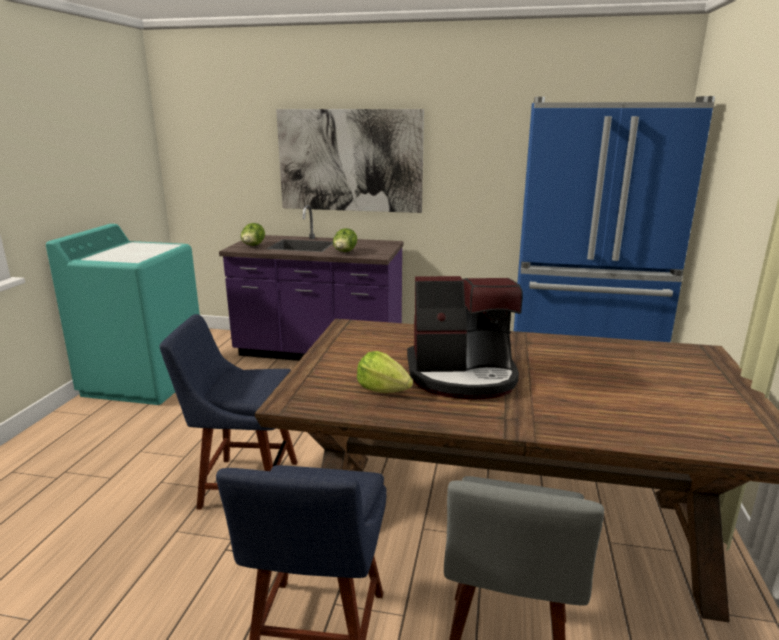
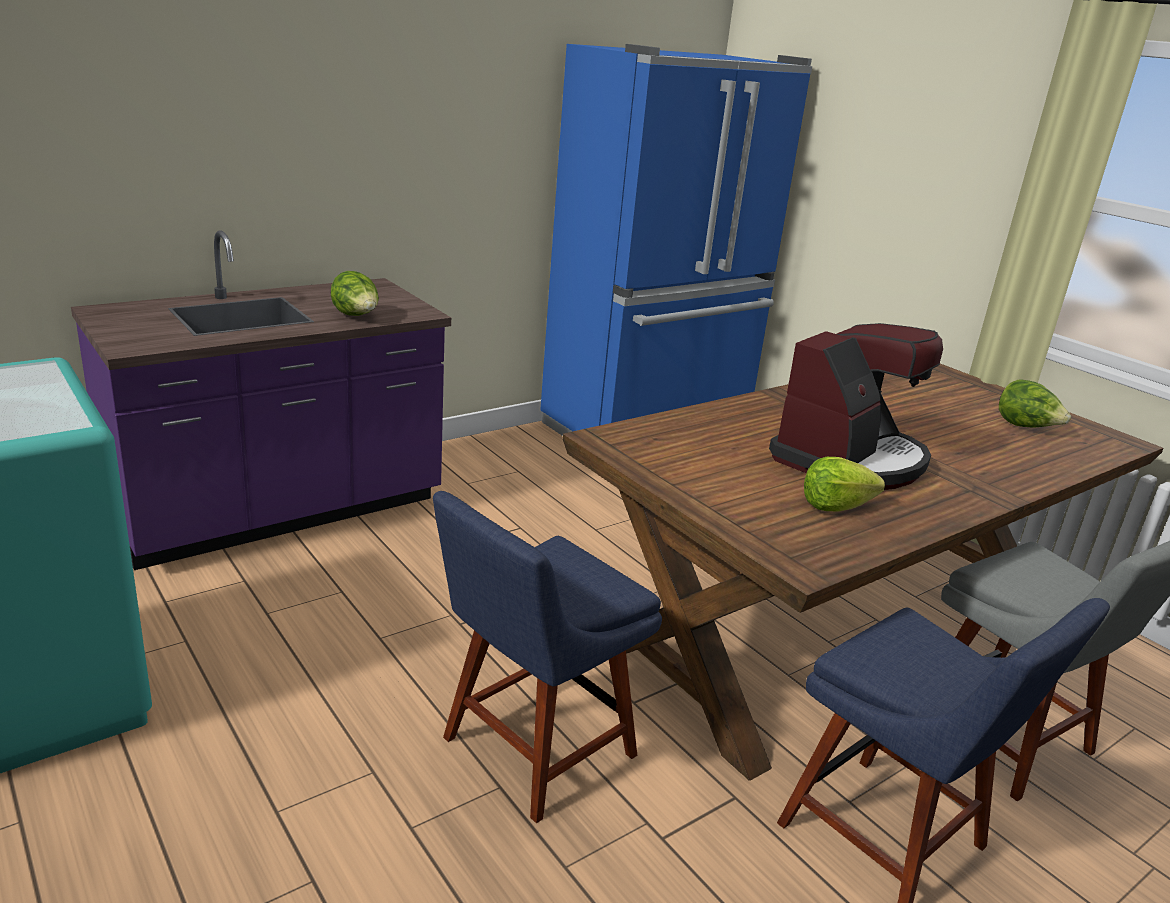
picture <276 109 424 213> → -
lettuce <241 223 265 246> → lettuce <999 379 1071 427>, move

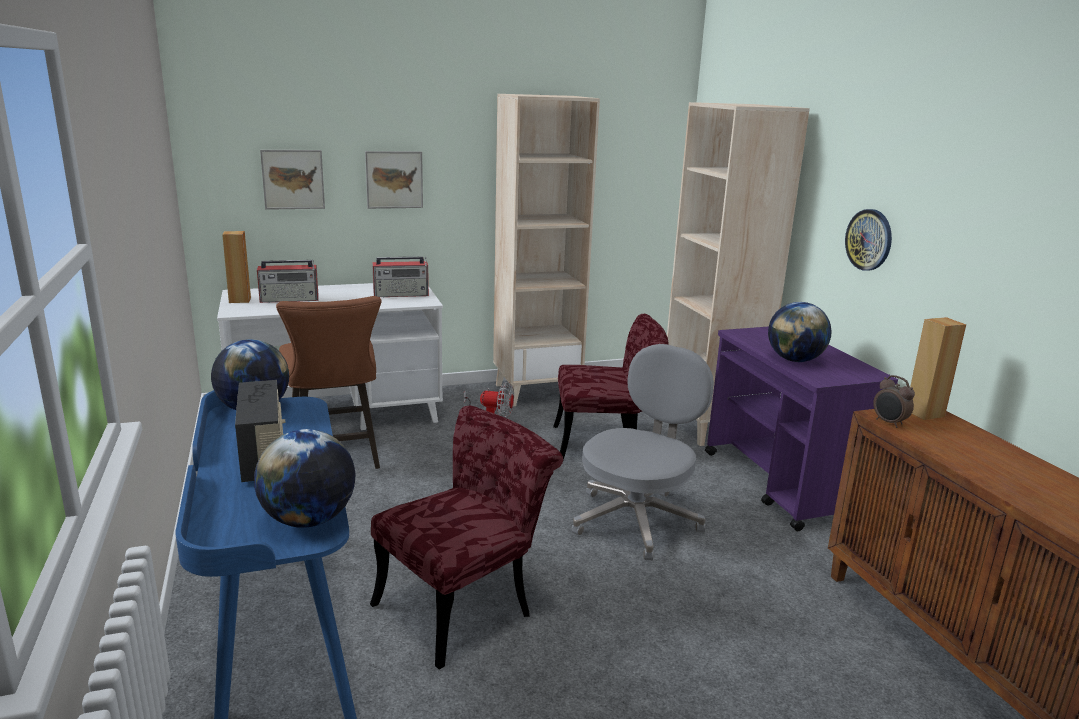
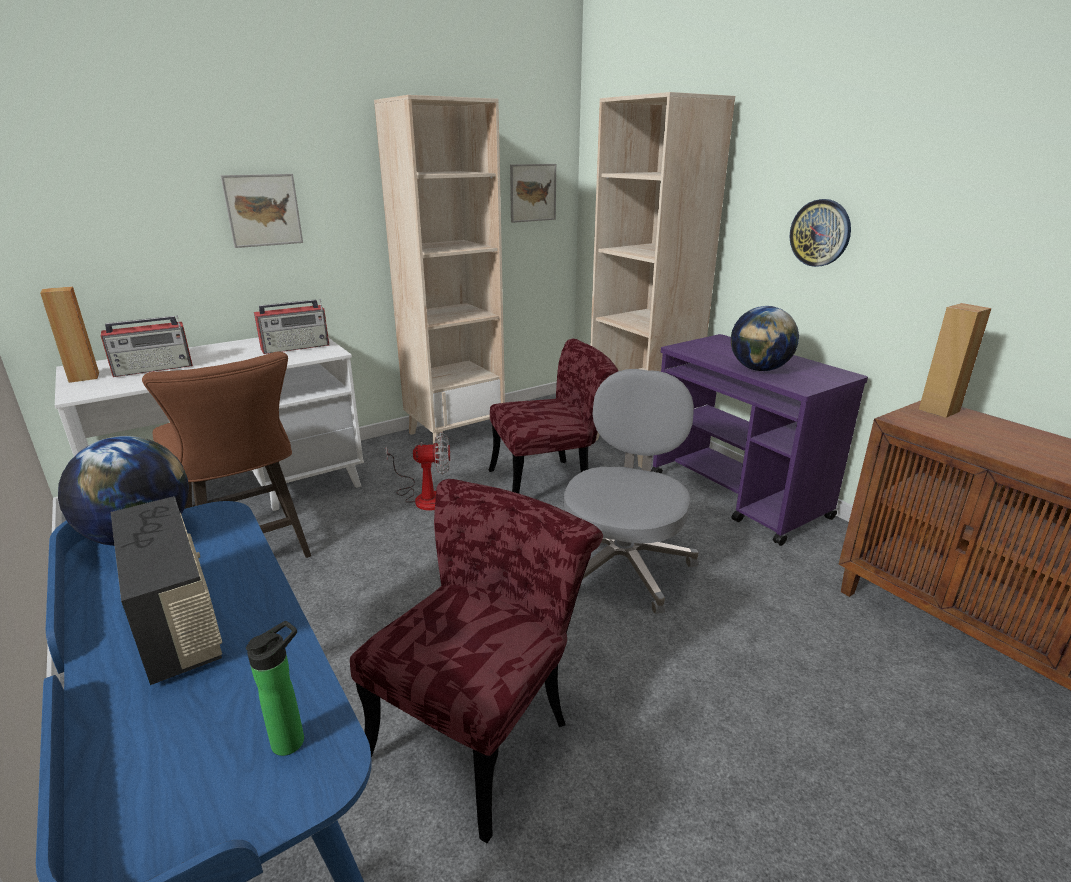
alarm clock <873 375 915 428> → -
picture <260 150 325 210> → picture <510 164 556 223>, move
globe <254 429 355 528> → bottle <246 621 304 756>

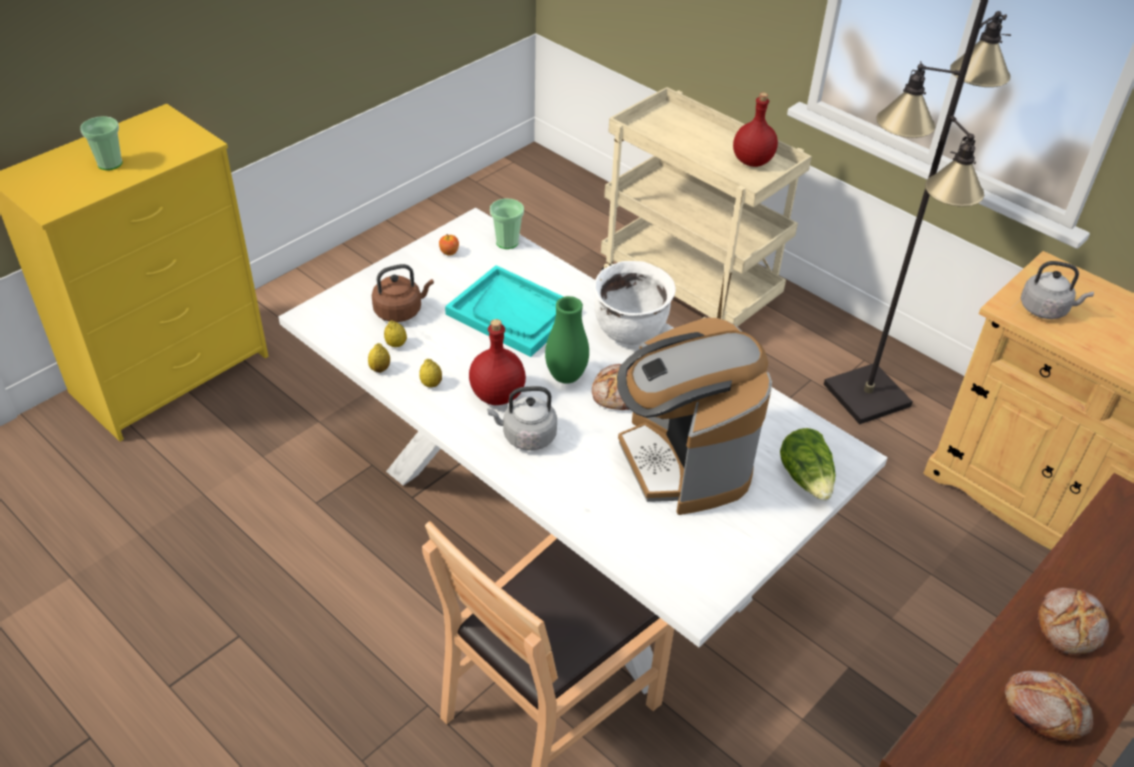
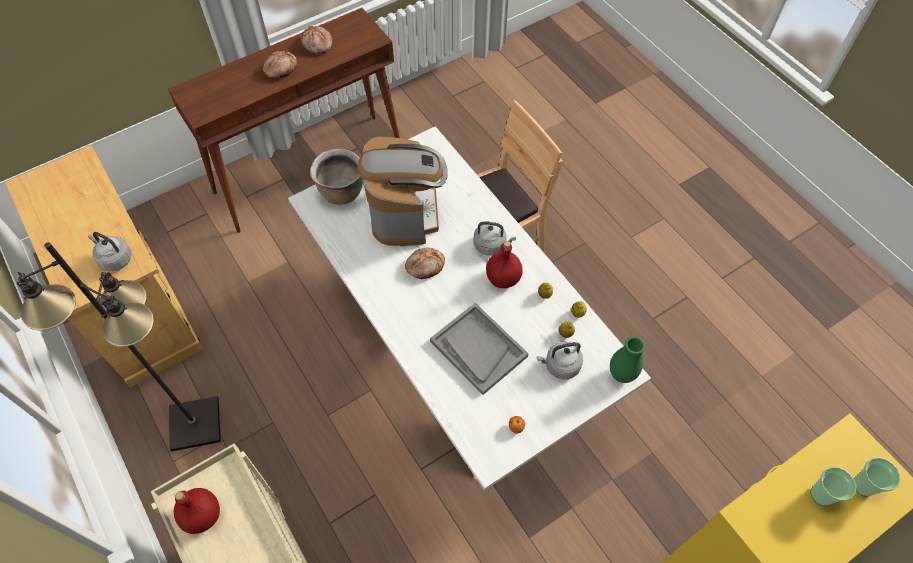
white cooking pot <594 261 676 345> → -
cup <490 199 524 249> → cup <854 457 900 497>, move
green vase <545 296 589 383> → green vase <610 337 645 383>, move
lettuce <780 428 835 501> → brown cooking pot <310 149 363 205>
brown kettle <372 264 434 322> → grey kettle <537 342 583 379>
turquoise tray <445 265 563 357> → grey tray <430 303 529 395>

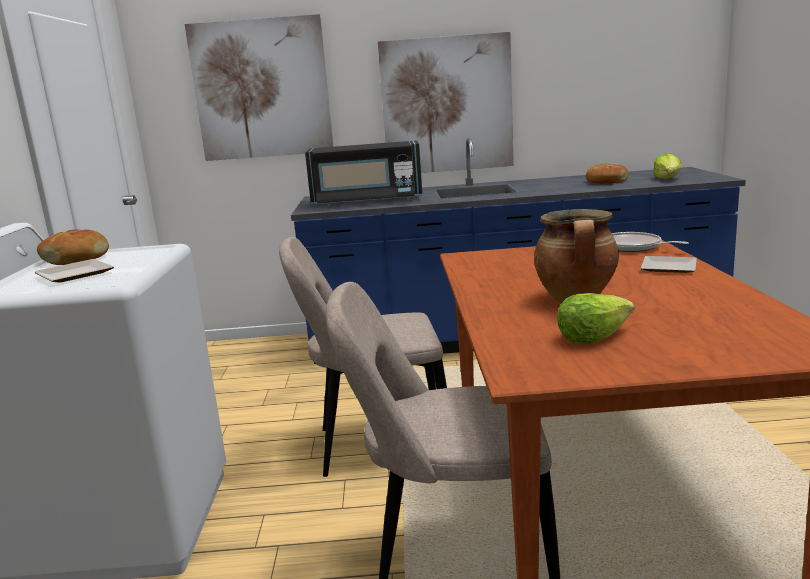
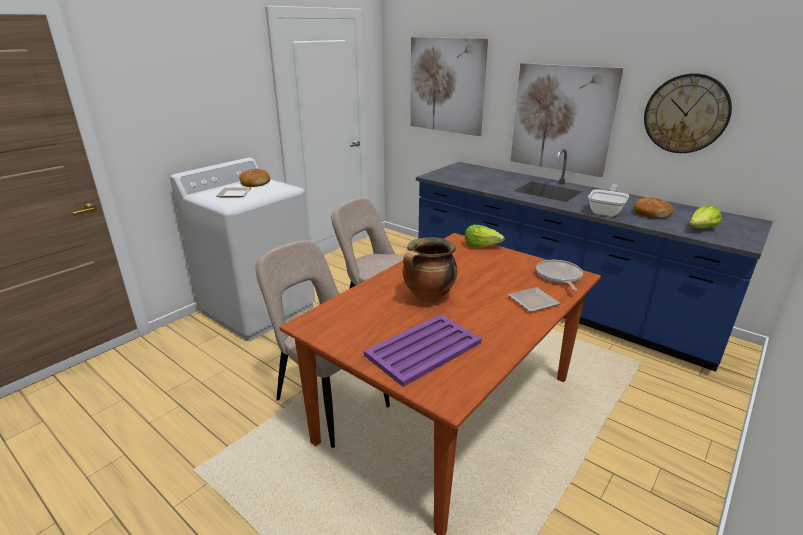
black microwave <305 141 423 207> → -
- → purple tray <364 315 482 387>
- → frying pan <588 184 629 216>
- → wall clock <644 73 732 153>
lettuce <557 293 635 344> → lettuce <465 224 504 247>, move

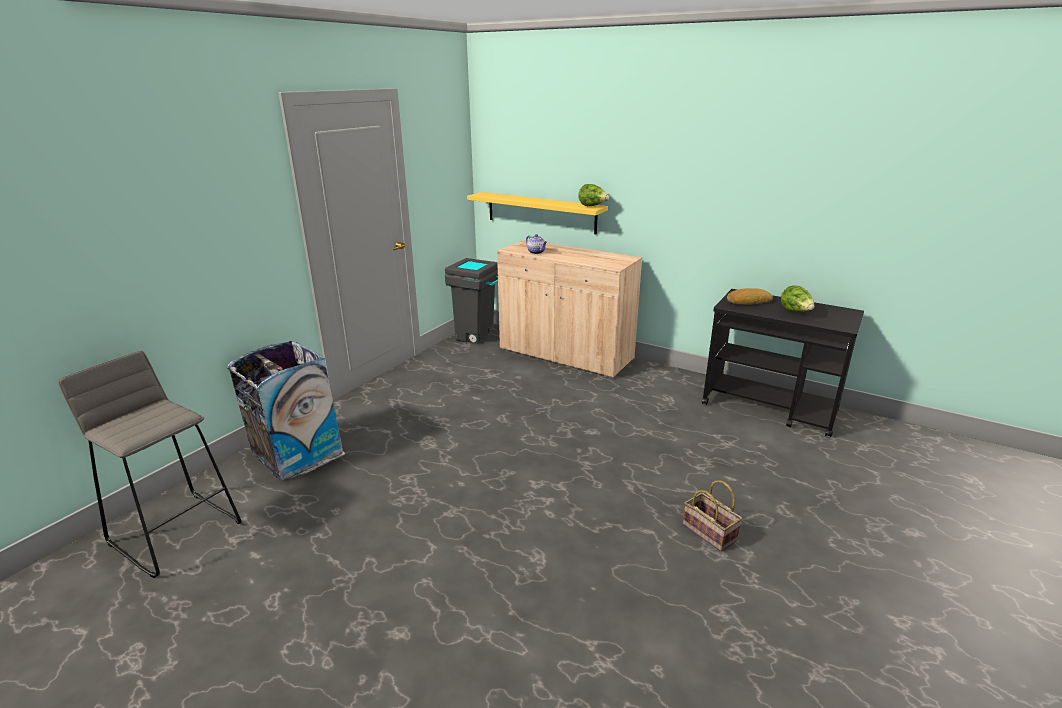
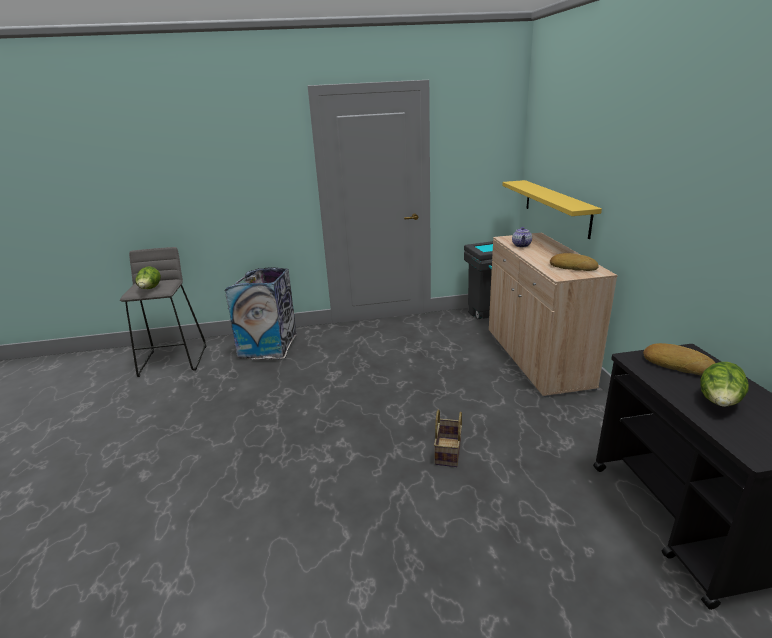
- → bread <550 253 599 271>
lettuce <578 184 609 206> → lettuce <135 267 161 289>, move
basket <683 480 742 552> → basket <434 410 462 467>, move

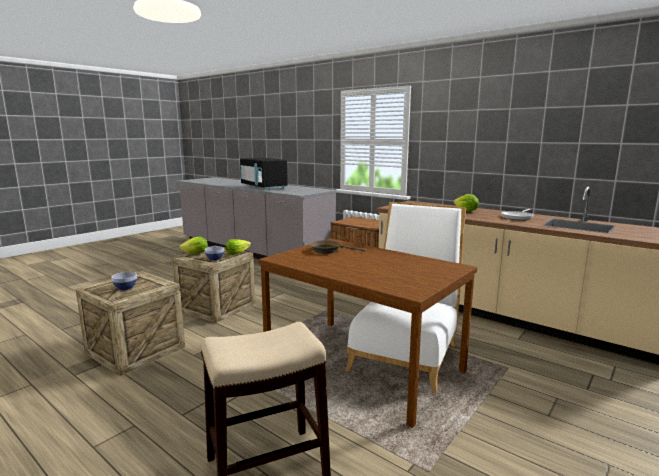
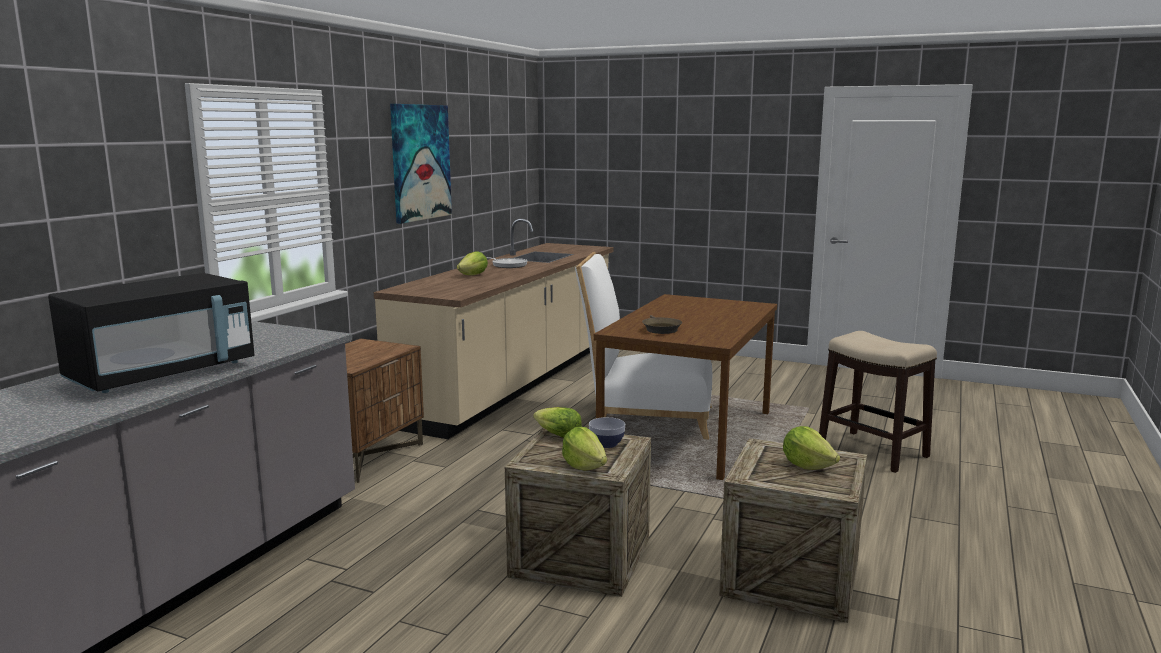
- → picture <390 104 452 224>
bowl <112 272 137 291> → lettuce <783 426 840 470>

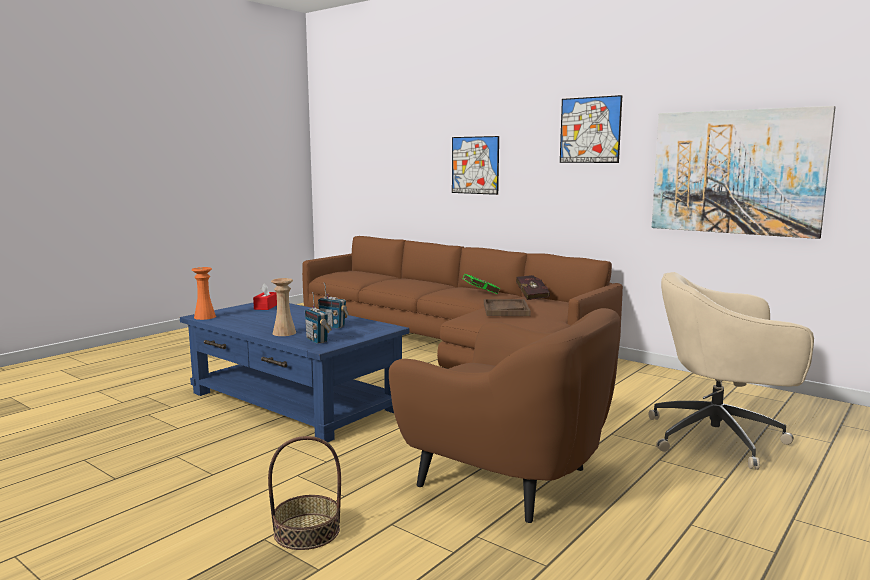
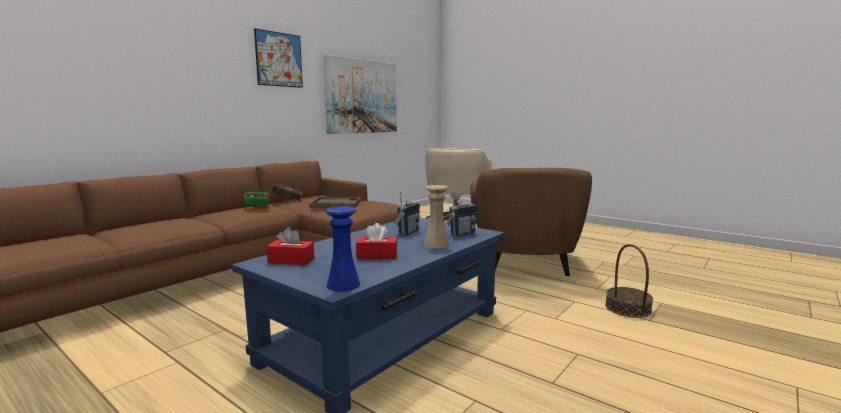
picture <452 136 499 195> → -
- → red tissue box <356 223 397 259>
orange vase <192 267 216 320> → blue vase <325 207 360 292>
brown armchair <389 308 621 523> → brown armchair <471 168 592 276>, 150 degrees clockwise

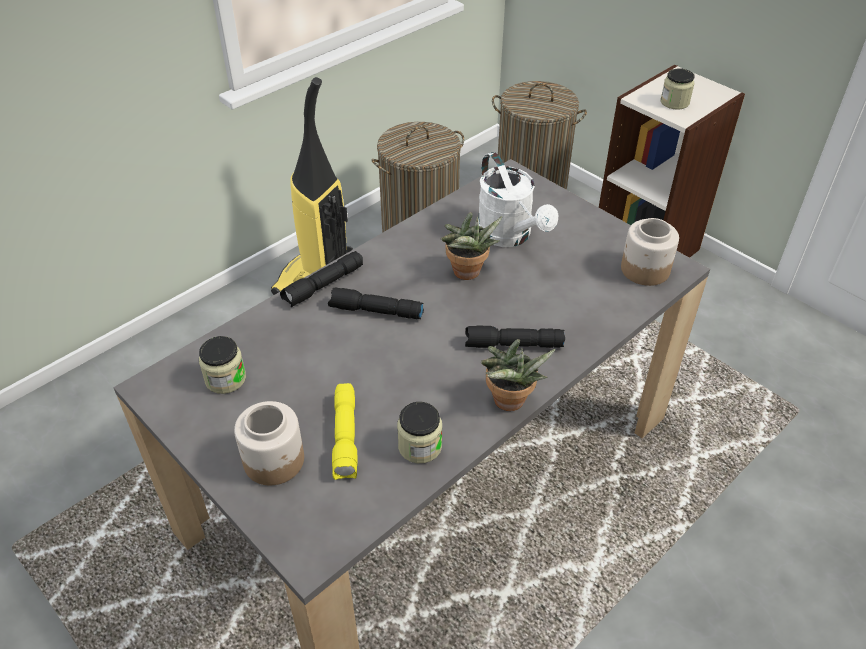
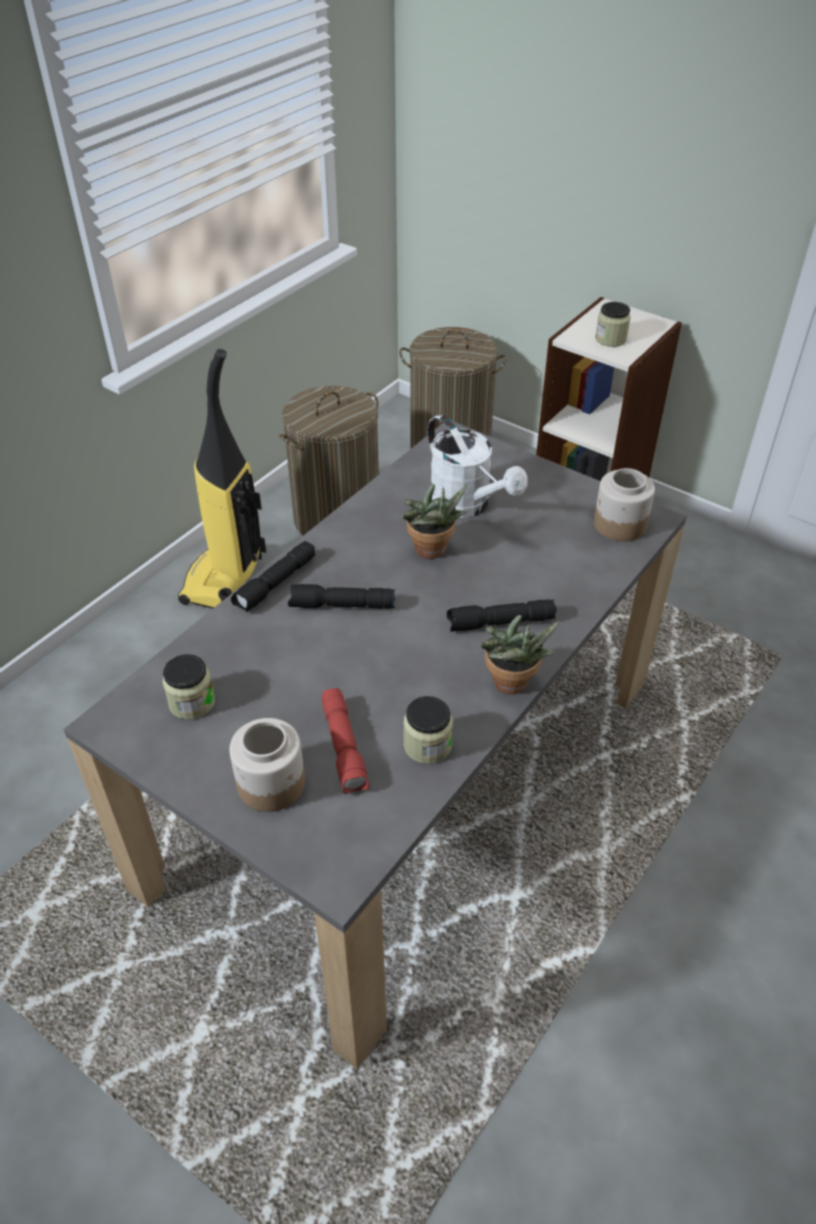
yellow flashlight <332 383 357 480> → red flashlight <322 688 369 794>

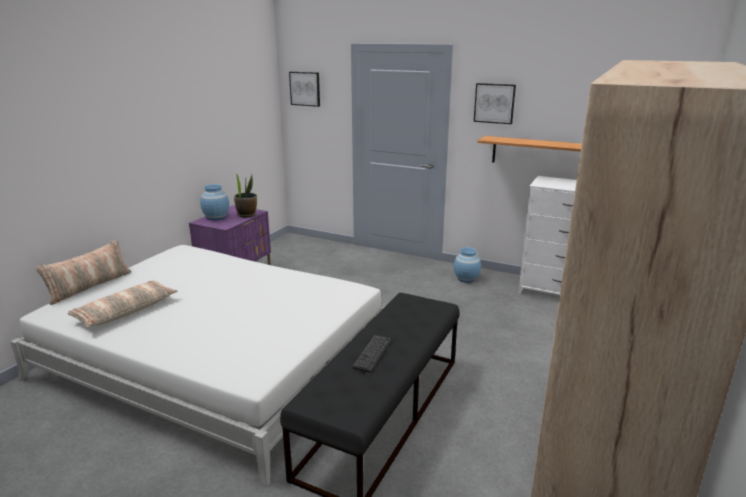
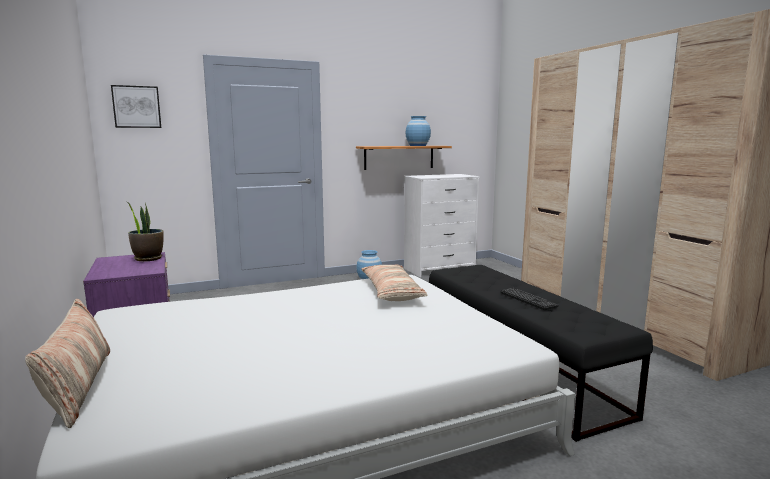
picture <474 83 516 124> → -
pillow <67 280 177 328> → pillow <362 265 427 301>, move
blue vase <200 184 229 220> → blue vase <406 116 431 146>, move

